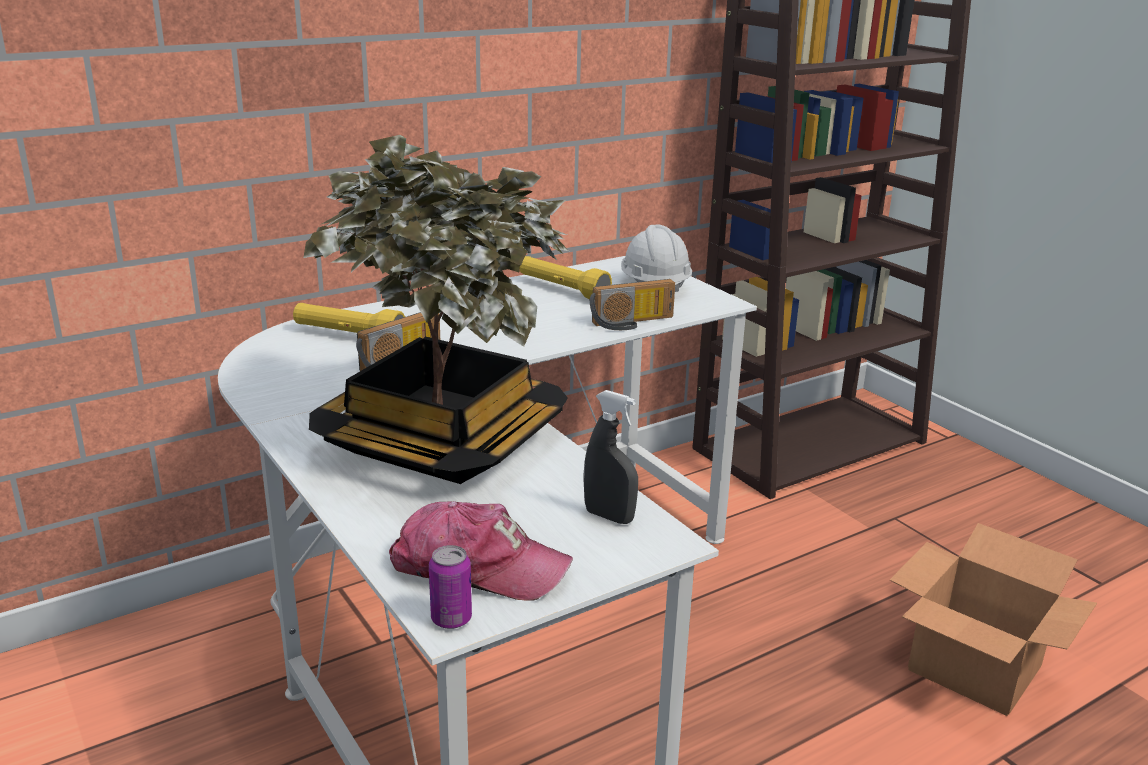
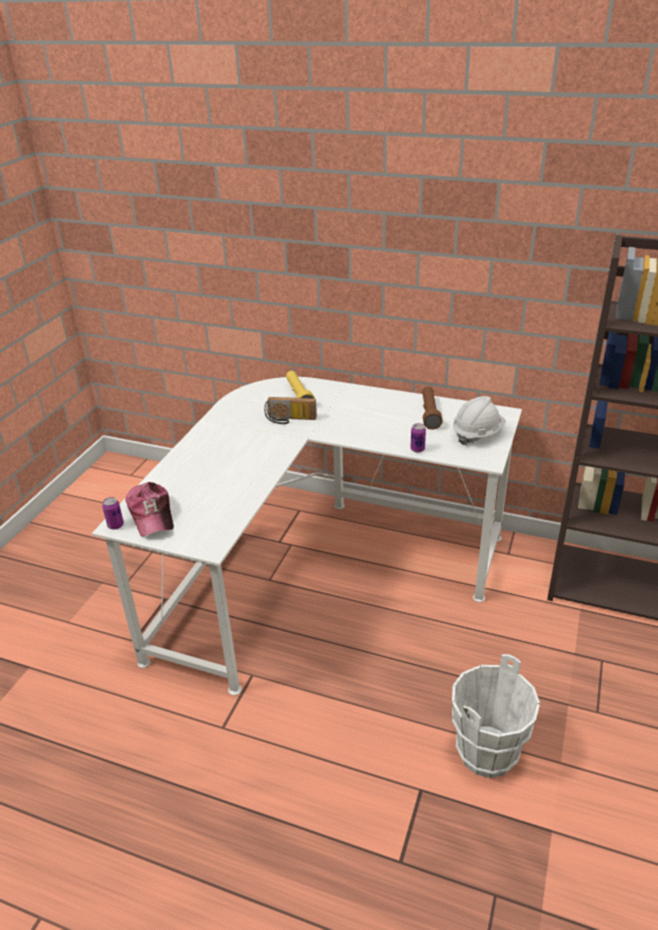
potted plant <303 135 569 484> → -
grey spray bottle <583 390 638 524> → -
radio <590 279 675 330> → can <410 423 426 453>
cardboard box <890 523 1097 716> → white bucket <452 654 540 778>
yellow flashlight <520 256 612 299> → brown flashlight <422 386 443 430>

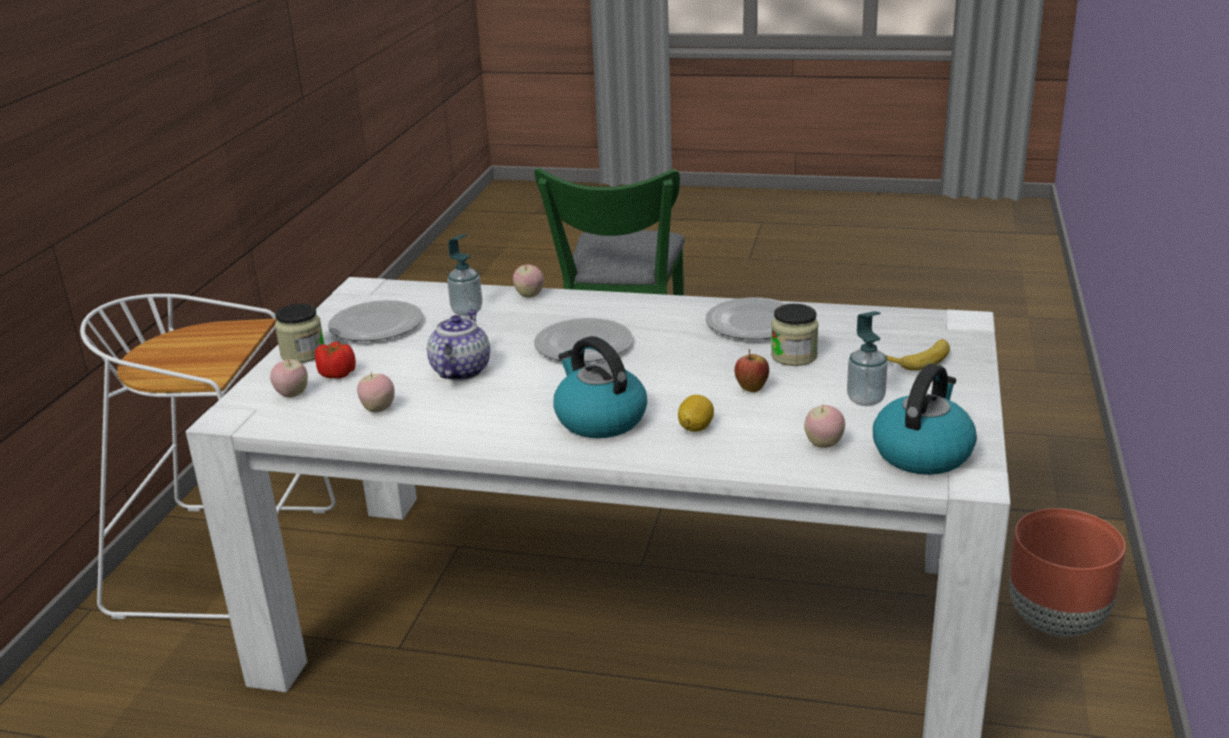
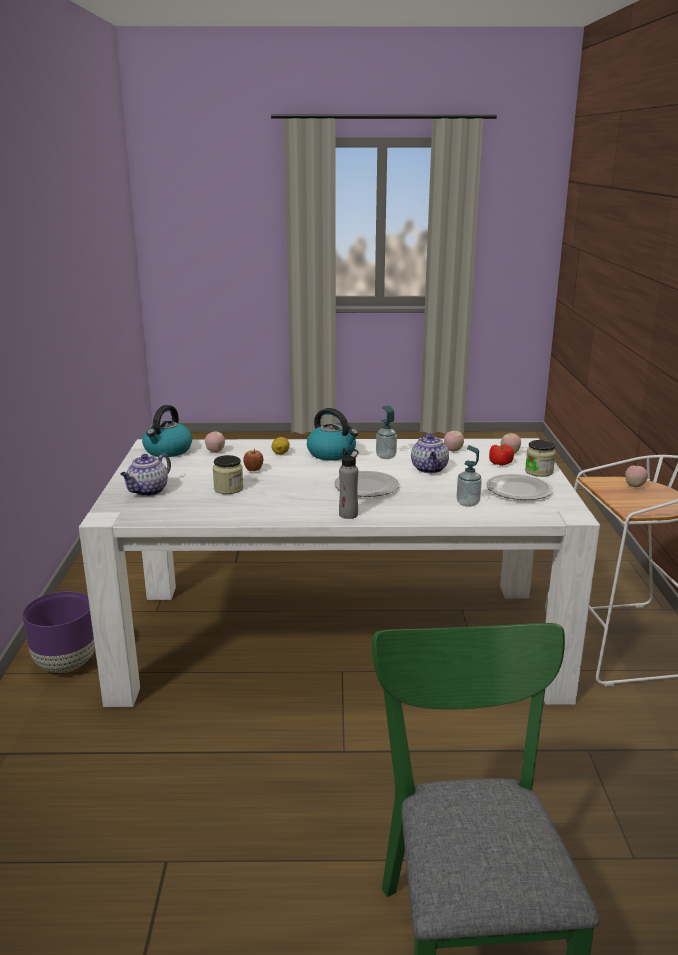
plate <705 298 788 340> → -
- → grey bottle <339 448 359 519>
apple <513 263 544 298> → apple <625 465 648 487>, move
soap dispenser <847 311 888 406> → soap dispenser <376 405 397 459>, move
banana <886 339 950 371> → teapot <120 453 171 496>
brown planter <1009 508 1126 637> → purple planter <22 591 95 673>

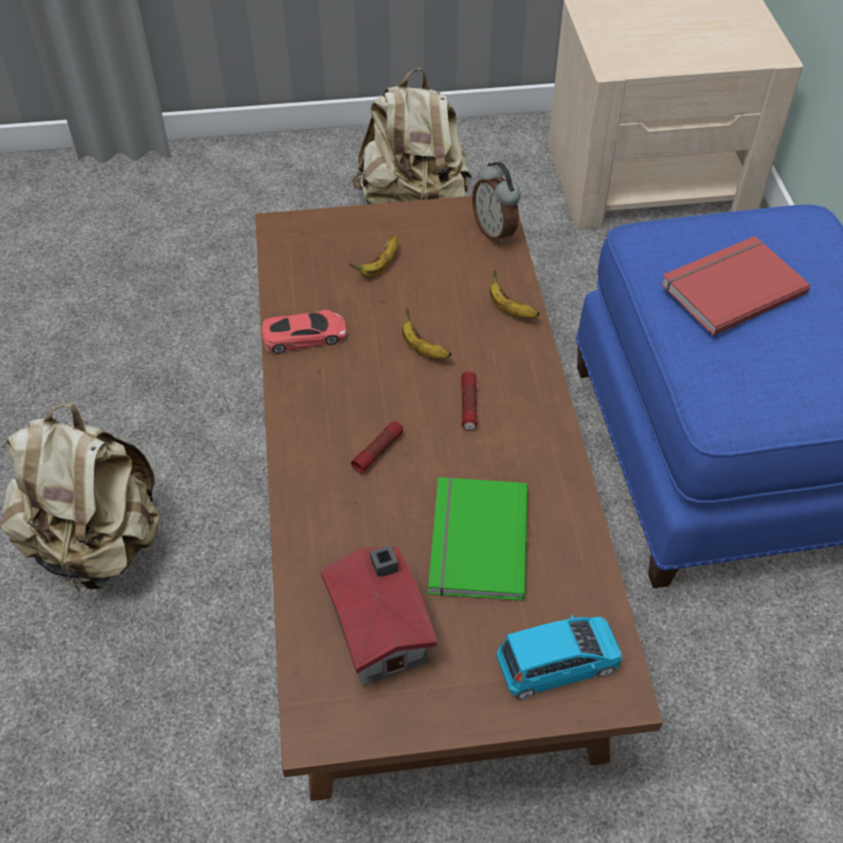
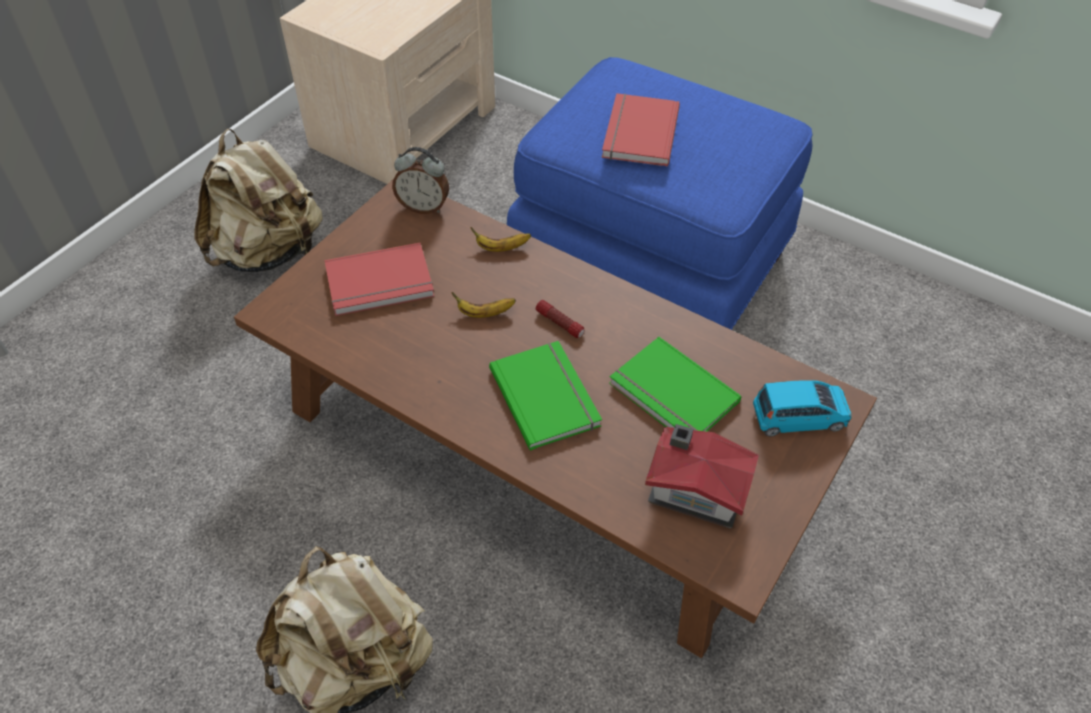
red toy car <262 310 347 354> → -
banana <349 235 398 277> → red book <324 243 434 316>
flashlight <351 421 403 473> → green book <489 341 602 451>
blue toy car <497 615 622 699> → blue toy car <753 380 852 436>, 60 degrees clockwise

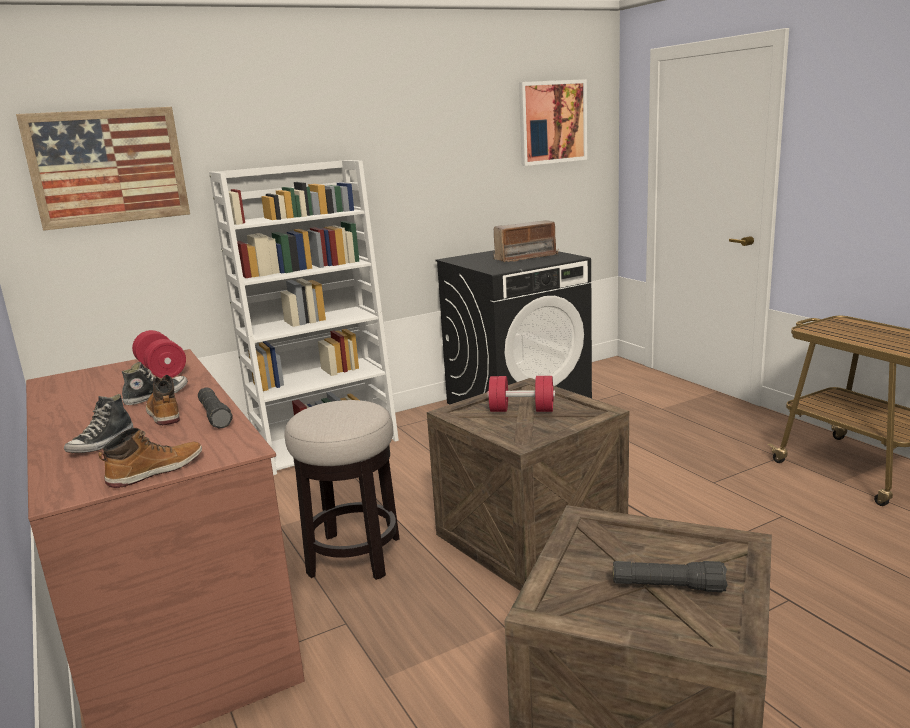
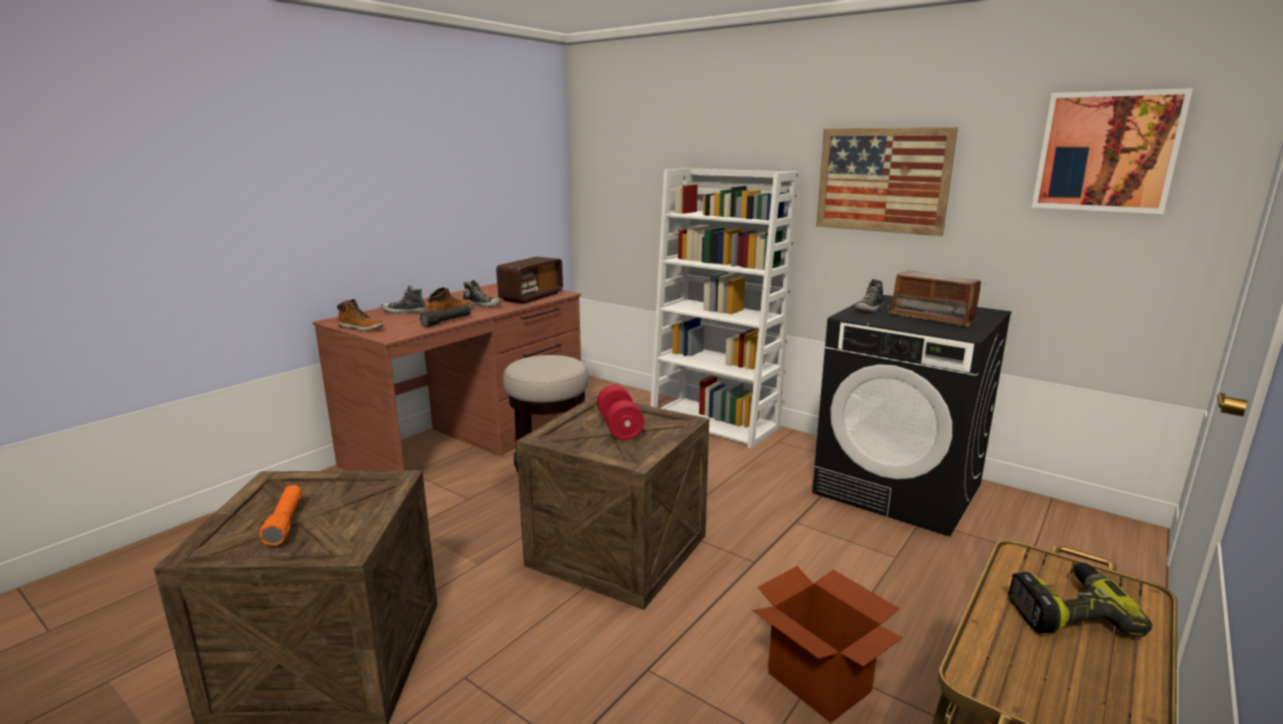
- → cardboard box <753 566 903 723>
- → shoe <855 279 884 312>
- → power drill <1008 562 1153 637>
picture <16 107 190 231> → picture <816 127 958 236>, move
red dumbbell <132 330 186 378> → radio <496 257 563 304>
black flashlight <613 561 728 592> → orange flashlight <259 485 303 545>

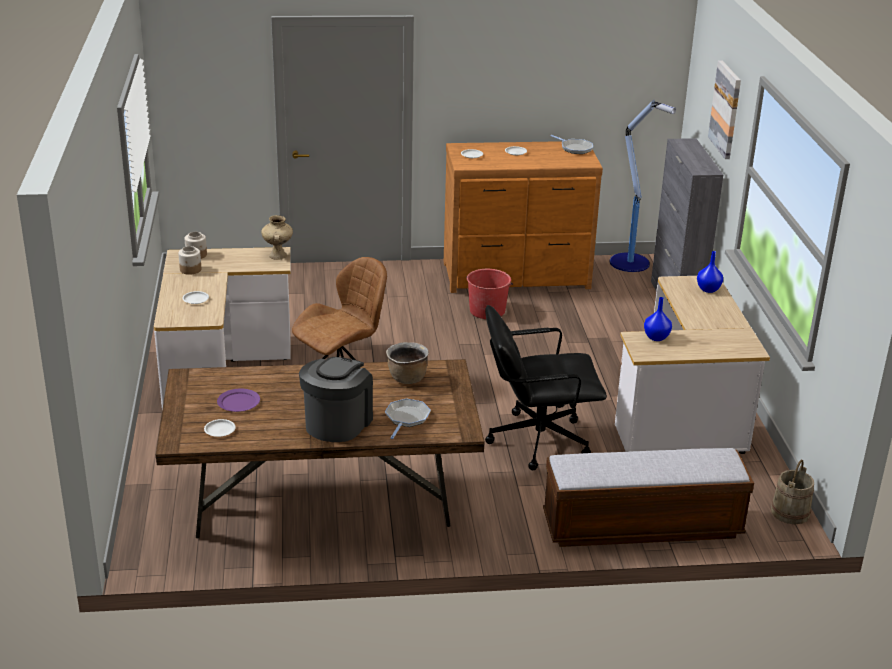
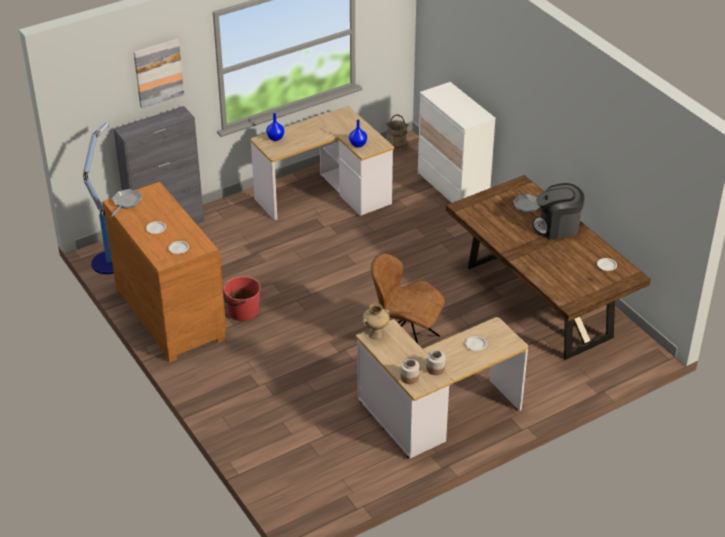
purple plate <217 389 260 412> → -
brown cooking pot <386 342 429 384> → -
black office chair <485 305 607 470> → -
bench <543 448 754 547> → white dresser <418 82 496 203>

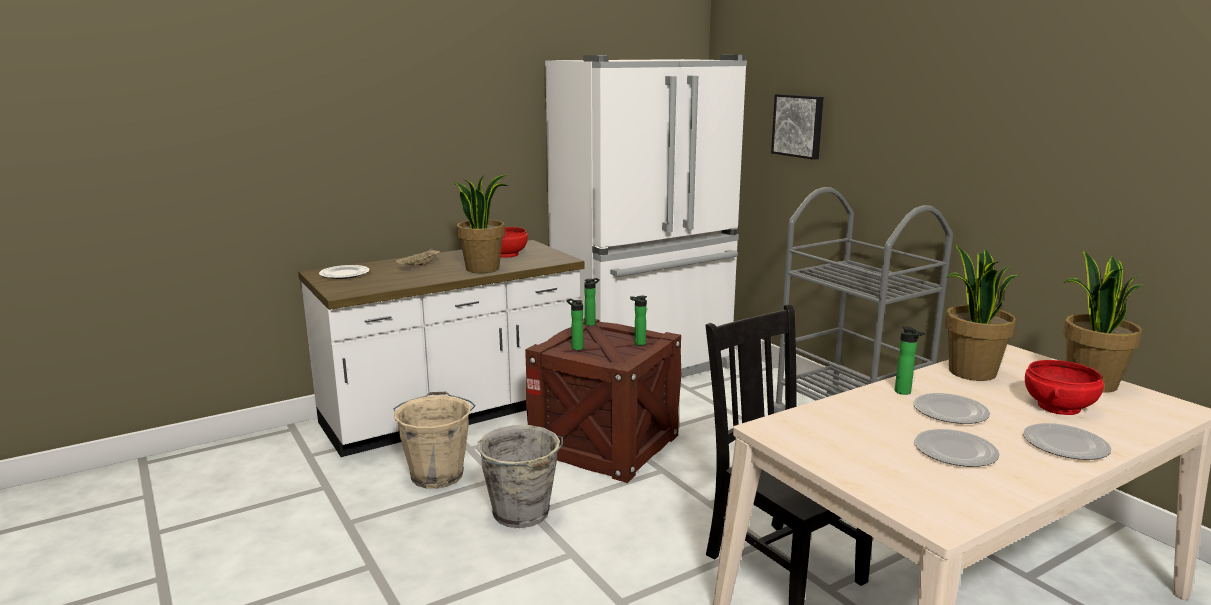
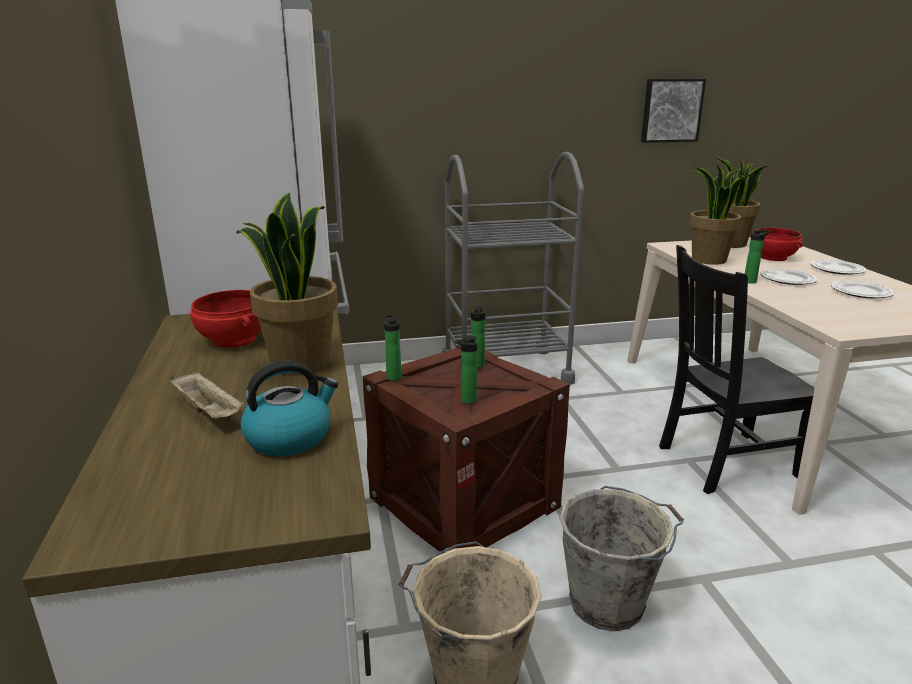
plate <319 265 369 279> → -
- → kettle <240 361 339 456>
picture <771 94 824 160> → picture <641 79 706 143>, move

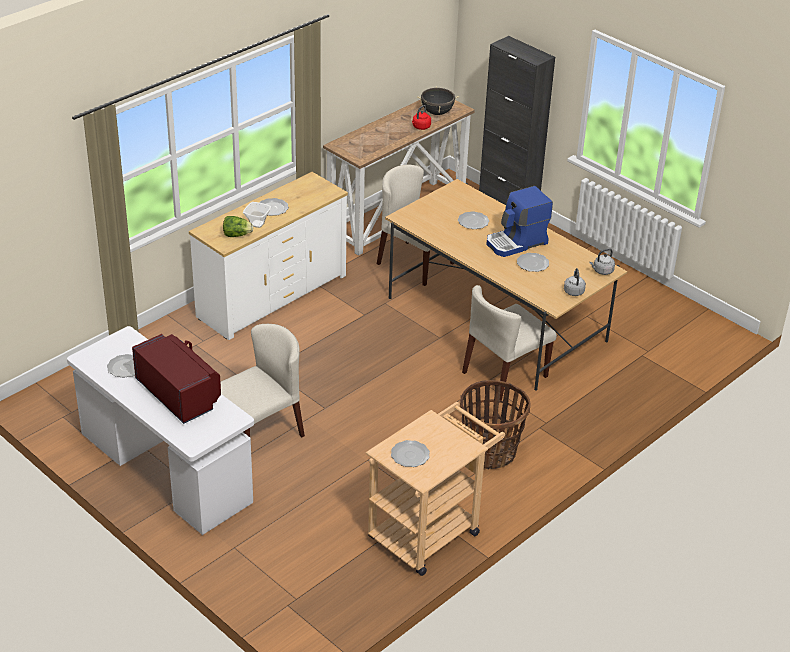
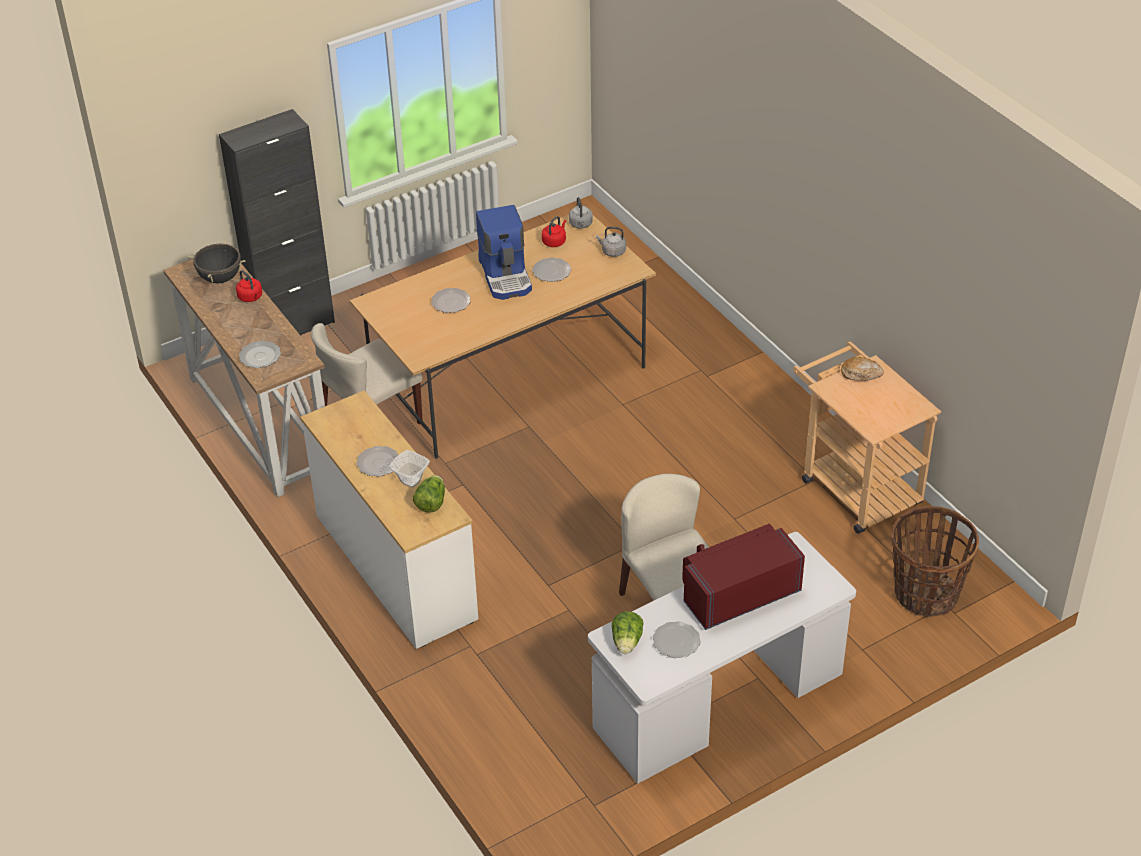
beige chair <462 285 557 401> → -
- → red kettle <542 216 566 247>
- → lettuce <612 611 644 654>
- → bread <841 357 884 381>
plate <391 440 430 467> → plate <239 341 281 368>, move
basket <460 380 531 469> → basket <891 506 979 617>, move

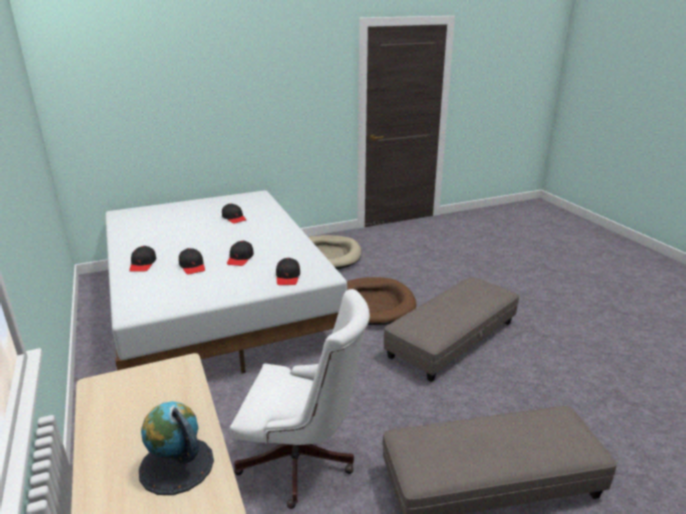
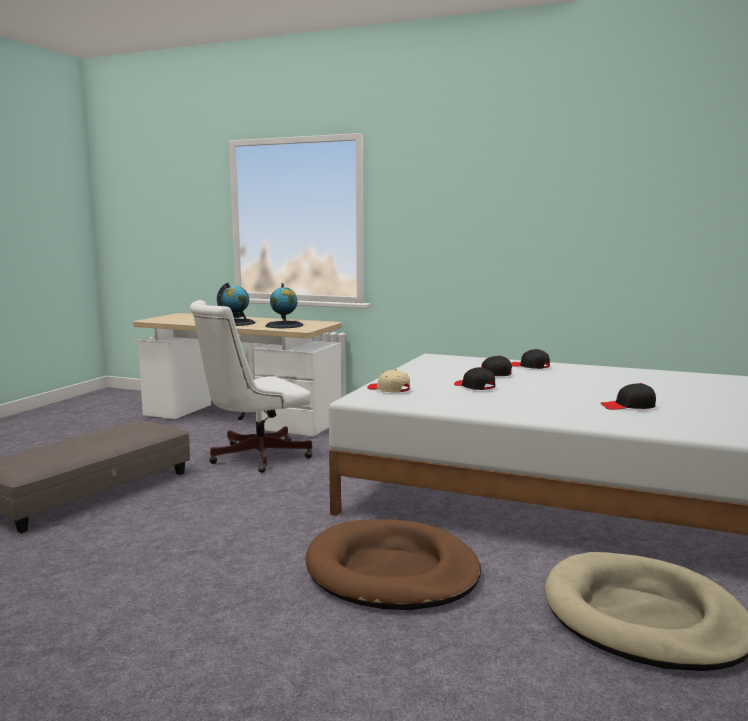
grey ottoman <384 277 519 382> → -
- → globe <265 283 303 328>
black cap <276 258 300 285> → beige cap <367 369 410 393>

